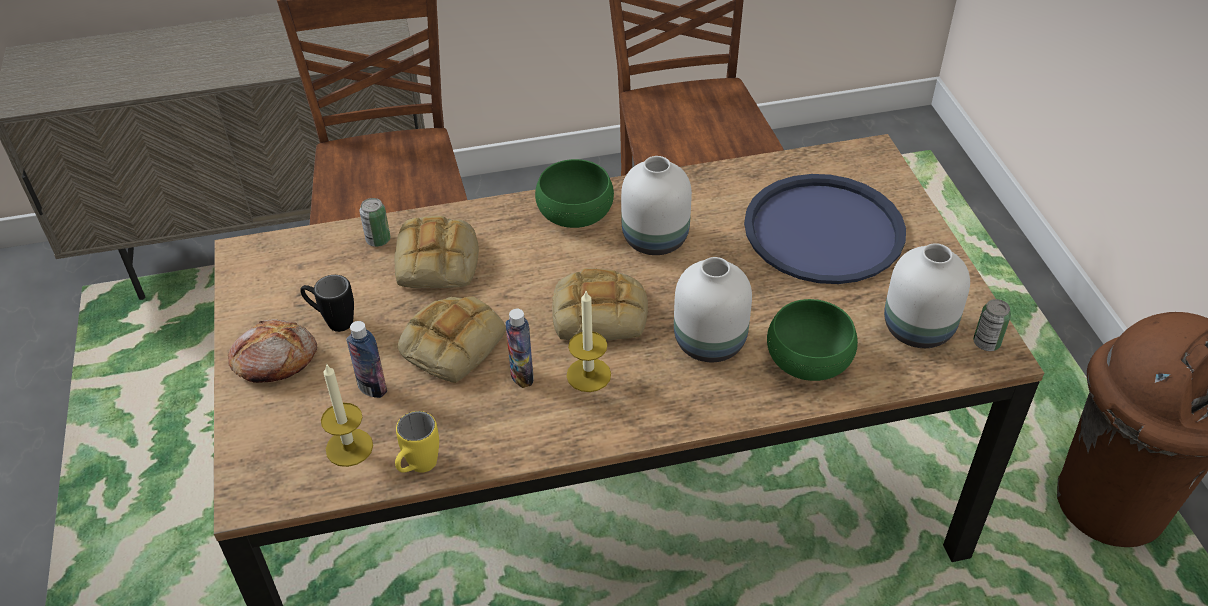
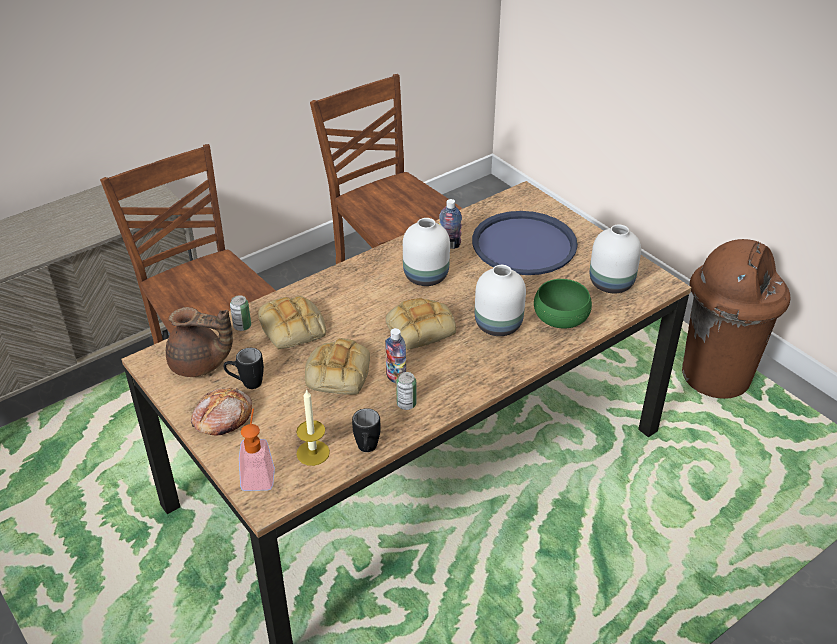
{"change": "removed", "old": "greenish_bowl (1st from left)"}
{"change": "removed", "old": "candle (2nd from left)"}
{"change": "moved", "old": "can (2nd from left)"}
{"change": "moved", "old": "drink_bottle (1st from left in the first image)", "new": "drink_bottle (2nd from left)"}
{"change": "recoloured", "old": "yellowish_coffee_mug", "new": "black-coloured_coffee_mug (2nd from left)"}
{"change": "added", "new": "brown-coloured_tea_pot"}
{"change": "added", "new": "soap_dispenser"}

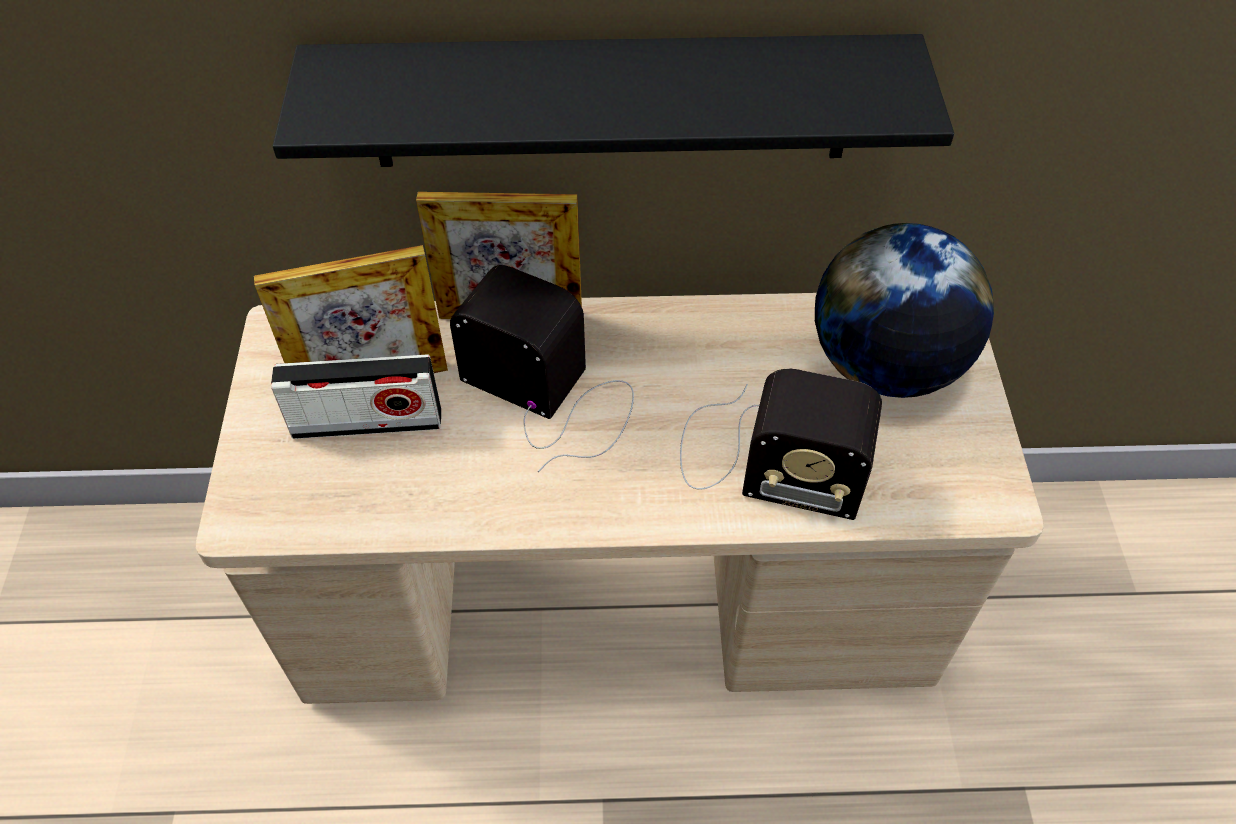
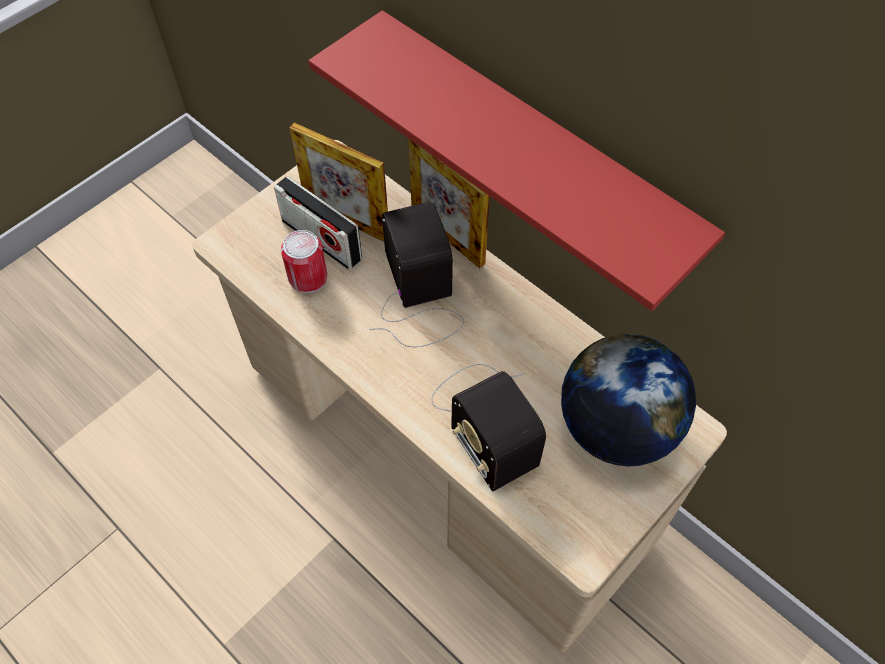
{"change": "recoloured", "old": "black-coloured_wall_shelf", "new": "red-coloured_wall_shelf"}
{"change": "added", "new": "can"}

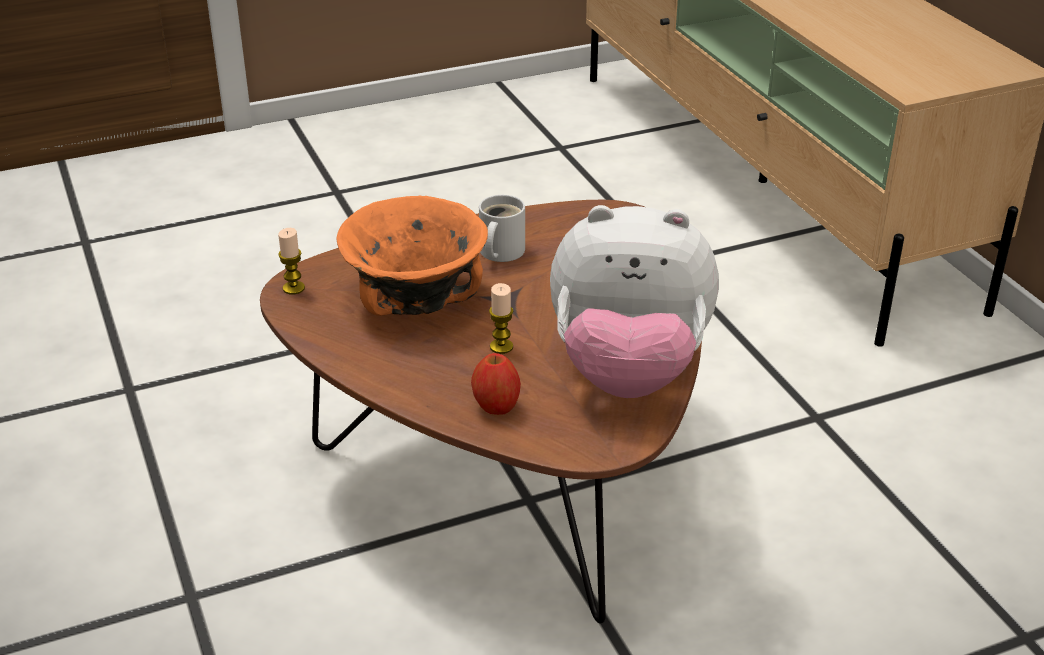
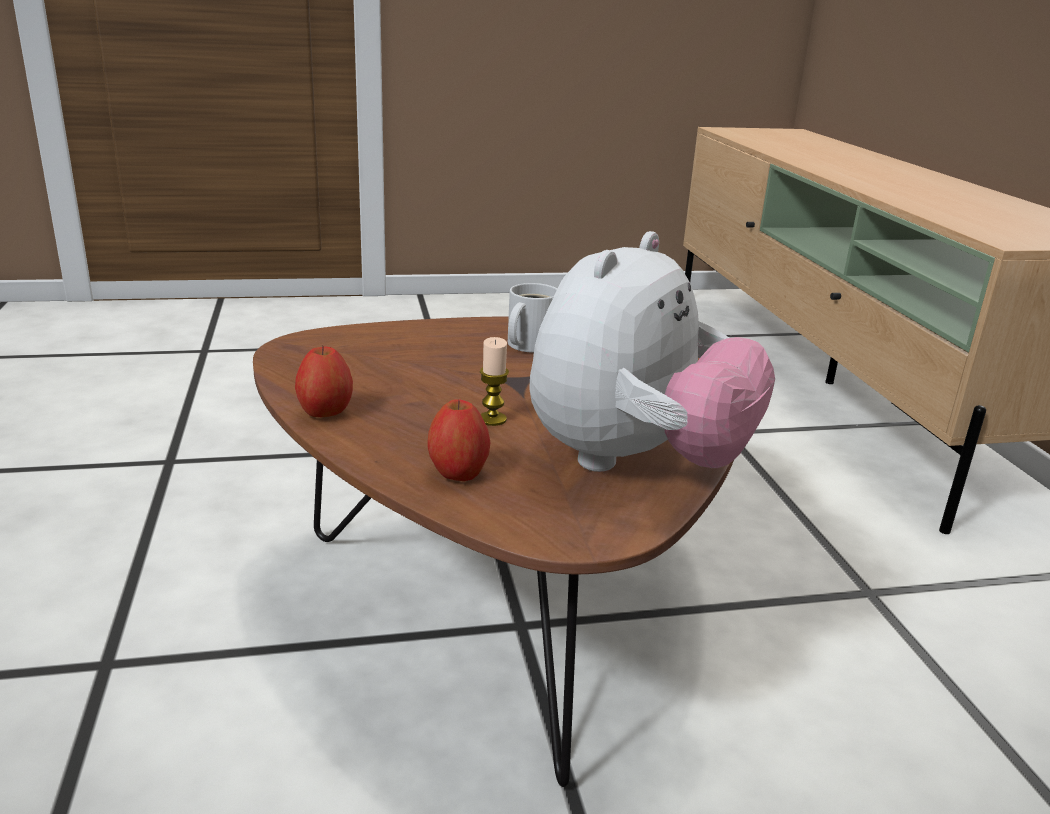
{"change": "removed", "old": "orange-coloured_bowl"}
{"change": "turned", "old": "plush_toy", "degrees": -75}
{"change": "removed", "old": "candle (1st from left)"}
{"change": "added", "new": "apple (1st from left)"}

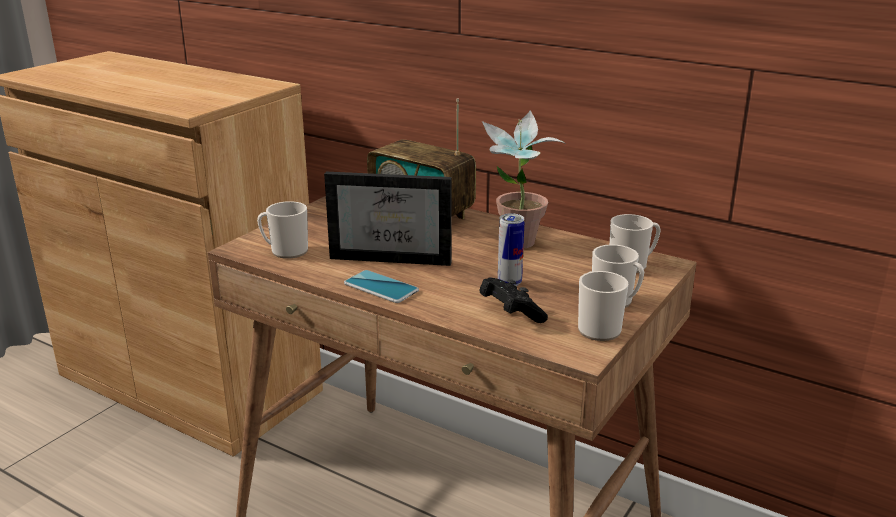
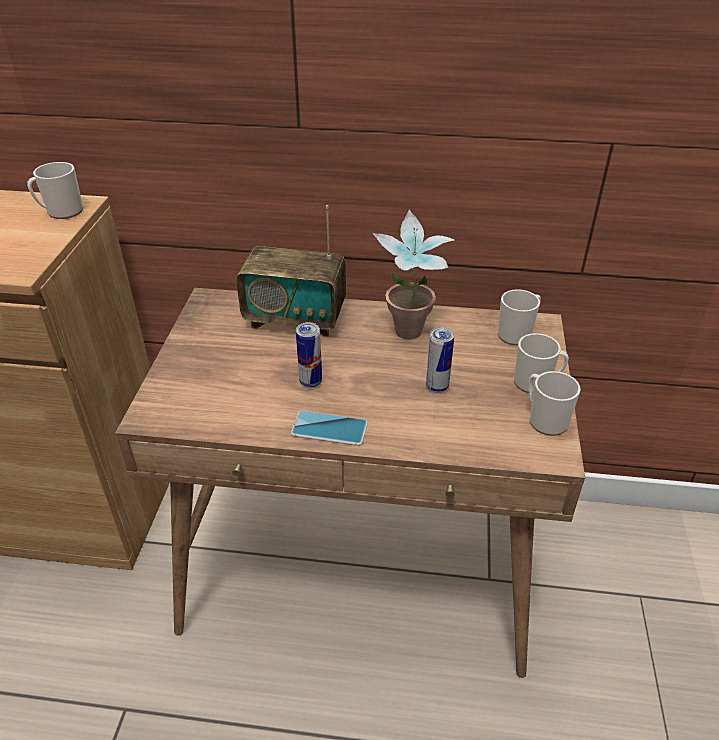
{"change": "replaced", "old": "picture_frame", "new": "can (1st from left)"}
{"change": "moved", "old": "coffee_mug (1st from left)"}
{"change": "removed", "old": "black-coloured_joypad"}

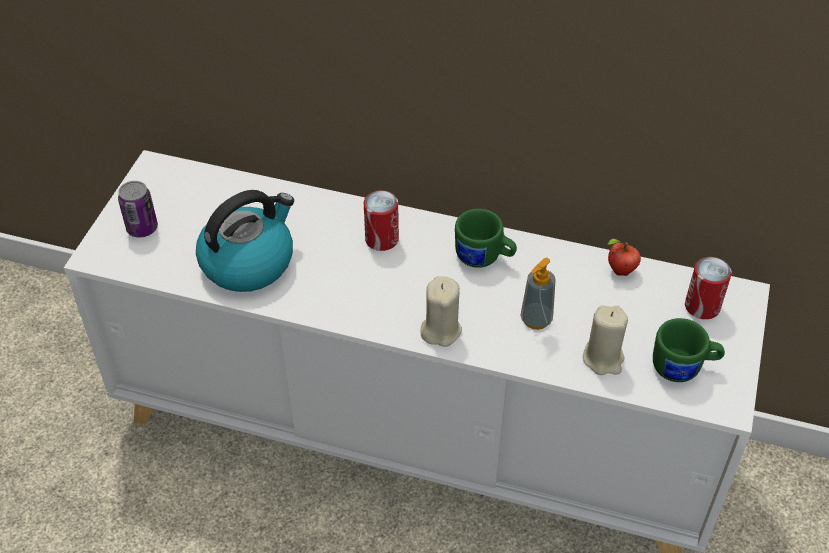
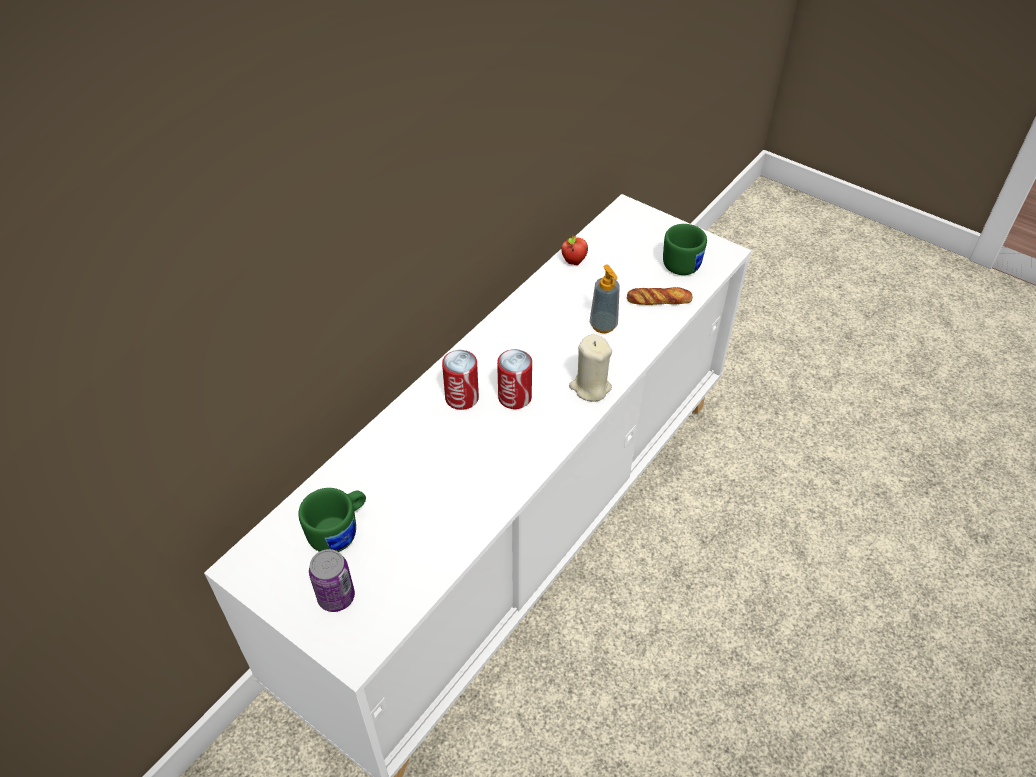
{"change": "removed", "old": "kettle"}
{"change": "moved", "old": "greenish_coffee_mug (1st from left)"}
{"change": "moved", "old": "can (3rd from left)"}
{"change": "replaced", "old": "beige_candle (2nd from left)", "new": "bread"}

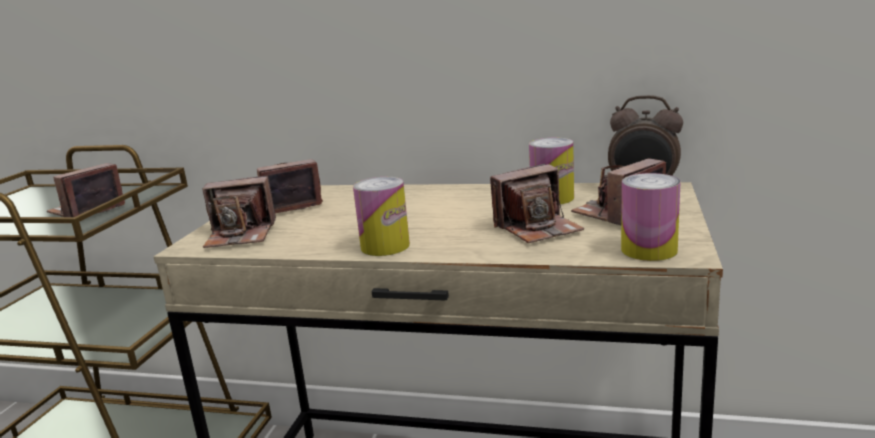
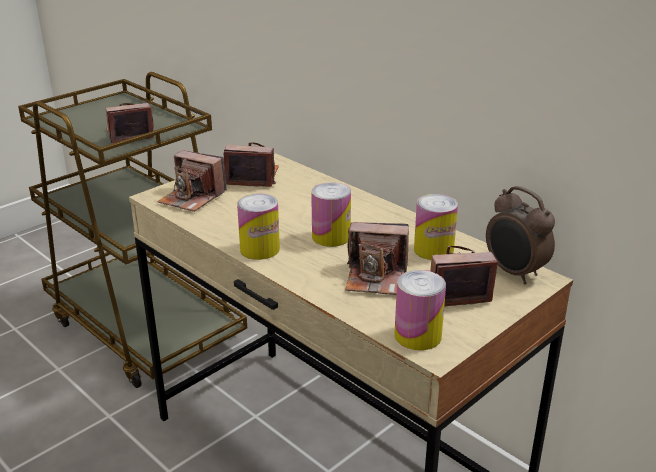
{"change": "added", "new": "can (2nd from left)"}

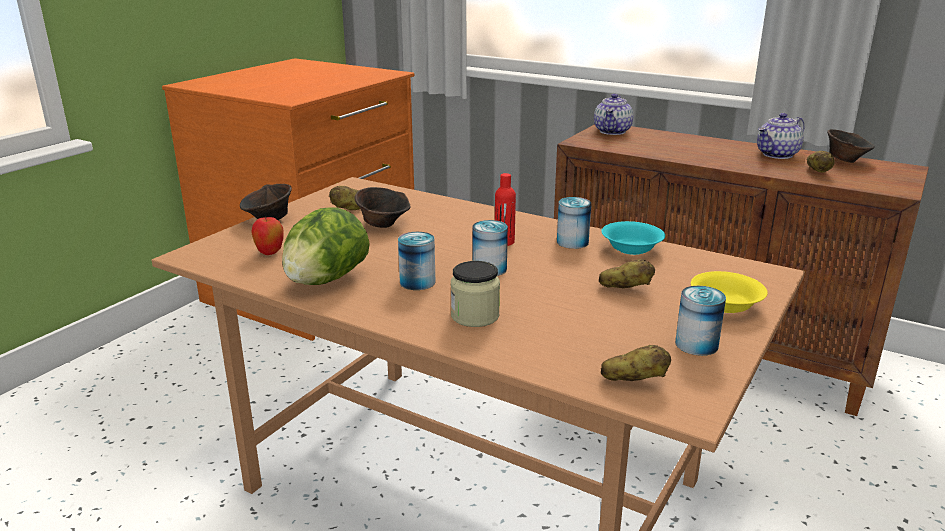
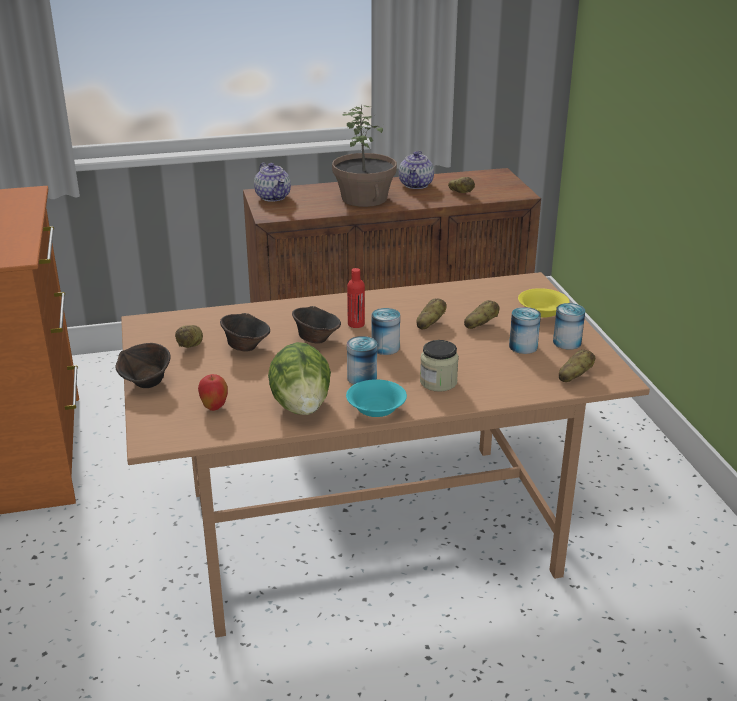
{"change": "moved", "old": "brown-coloured_bowl (3rd from left)"}
{"change": "moved", "old": "can (3rd from left)"}
{"change": "moved", "old": "turquoise_bowl"}
{"change": "added", "new": "houseplant"}
{"change": "added", "new": "spud (2nd from left)"}

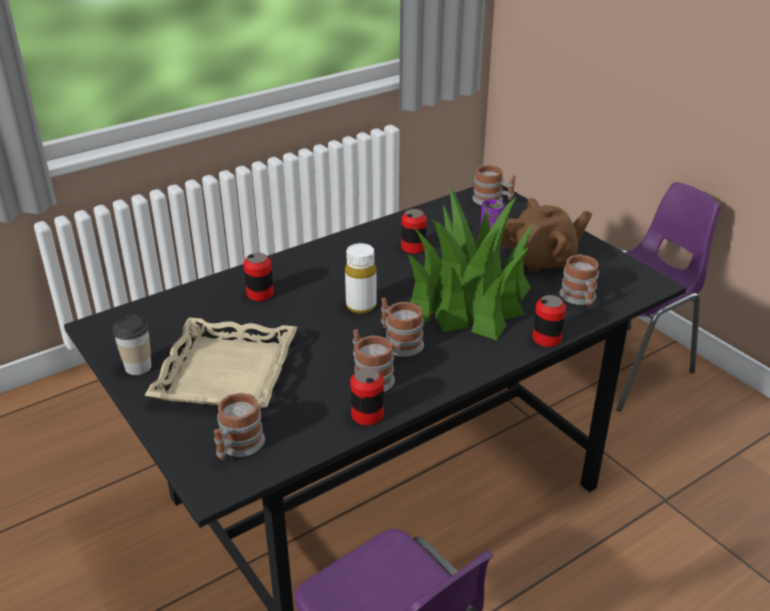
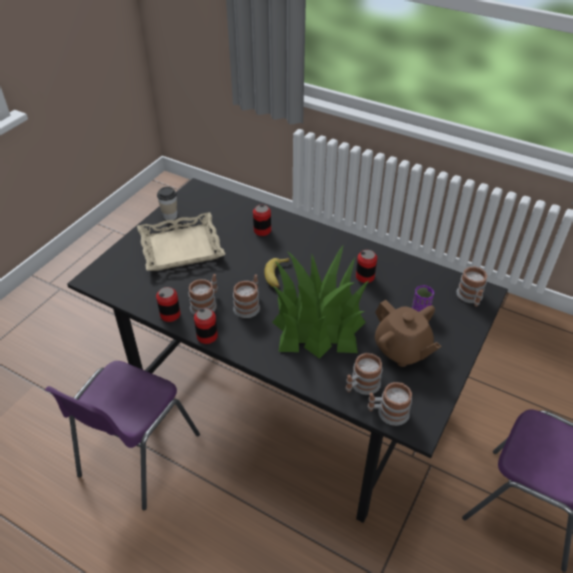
{"change": "replaced", "old": "white-coloured_drink_bottle", "new": "whole_banana"}
{"change": "moved", "old": "can (4th from left in the first image)", "new": "can (2nd from left)"}
{"change": "moved", "old": "coffee_mug (1st from left in the first image)", "new": "coffee_mug (4th from left)"}

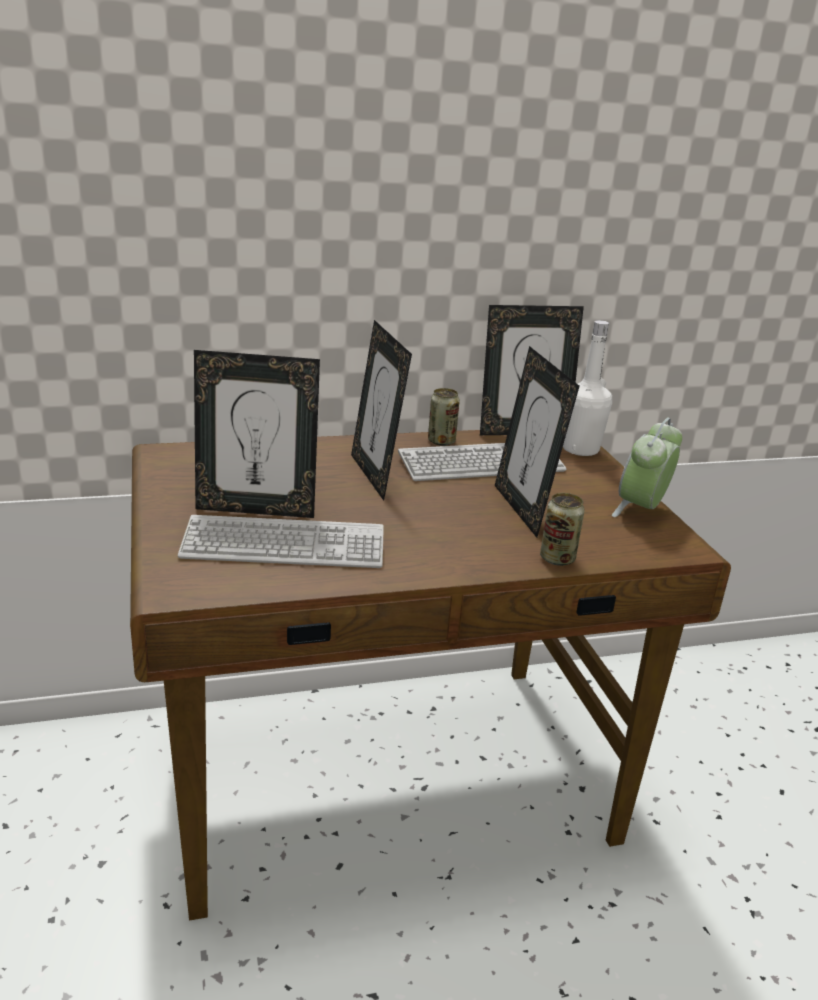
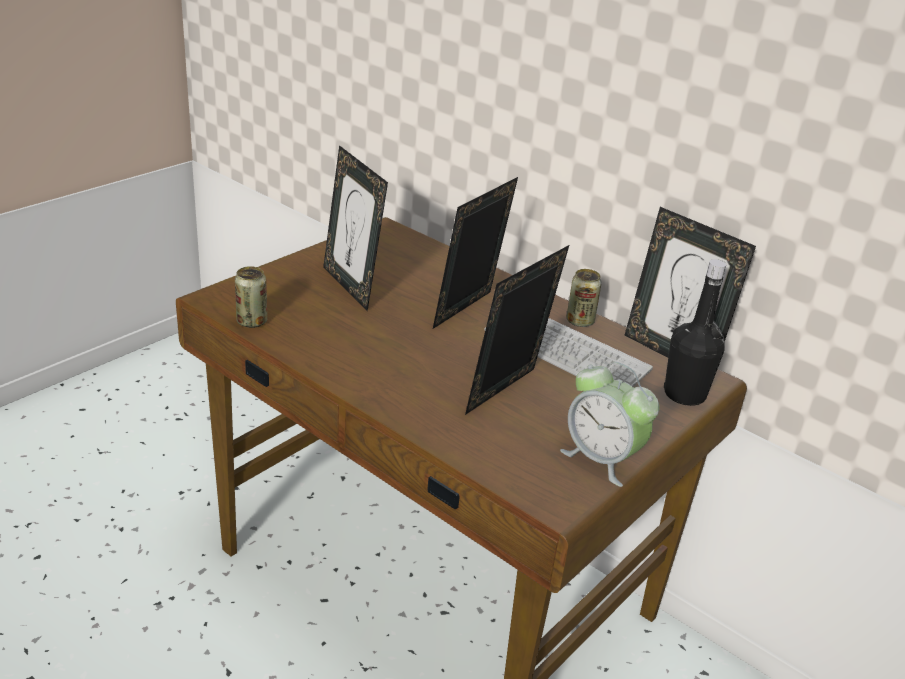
{"change": "recoloured", "old": "white-coloured_drink_bottle", "new": "black-coloured_drink_bottle"}
{"change": "turned", "old": "alarm_clock", "degrees": -135}
{"change": "moved", "old": "can (2nd from left in the first image)", "new": "can (1st from left)"}
{"change": "removed", "old": "computer_keyboard (1st from left)"}

